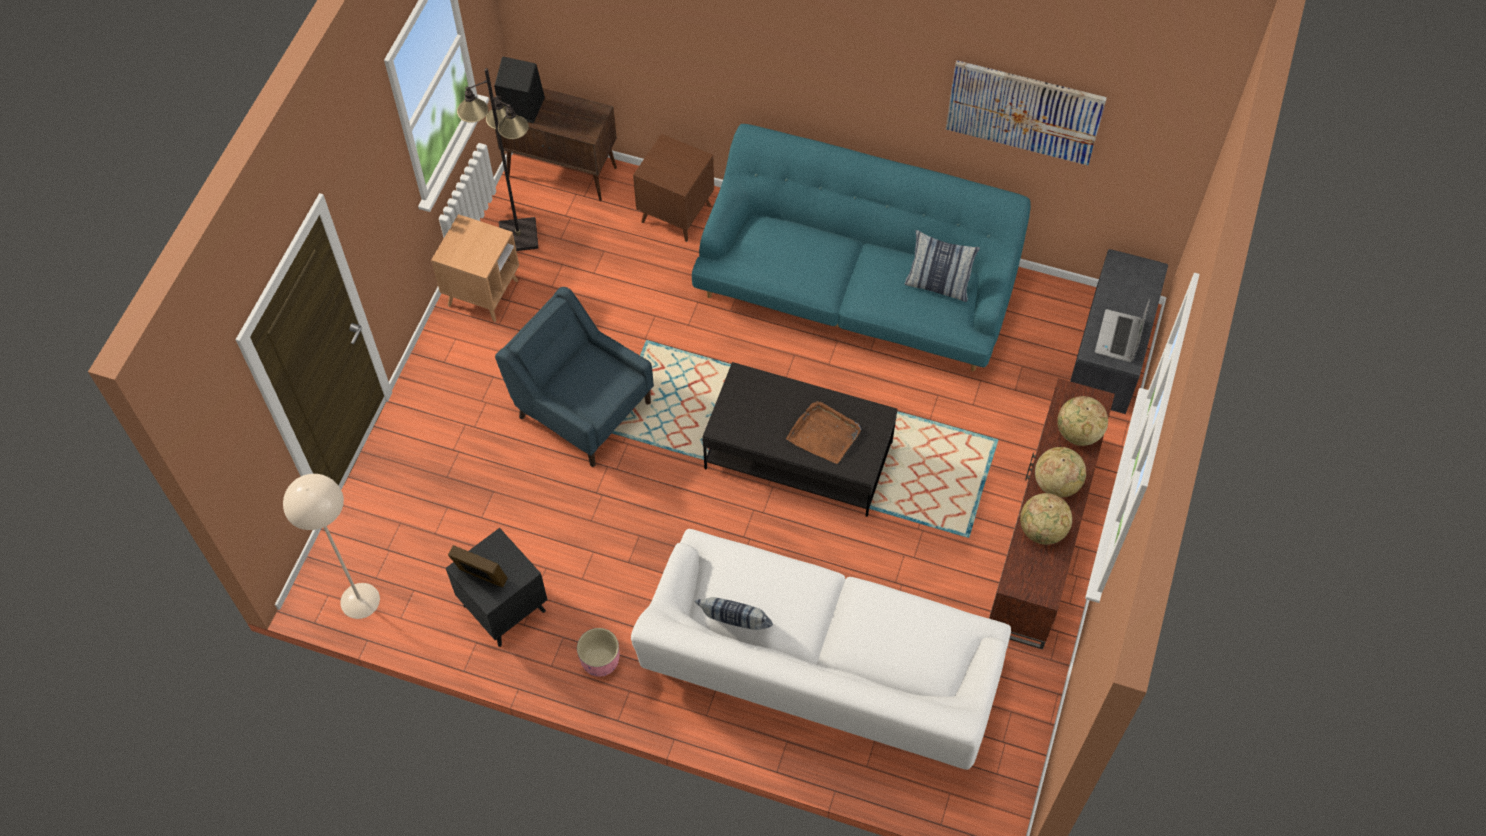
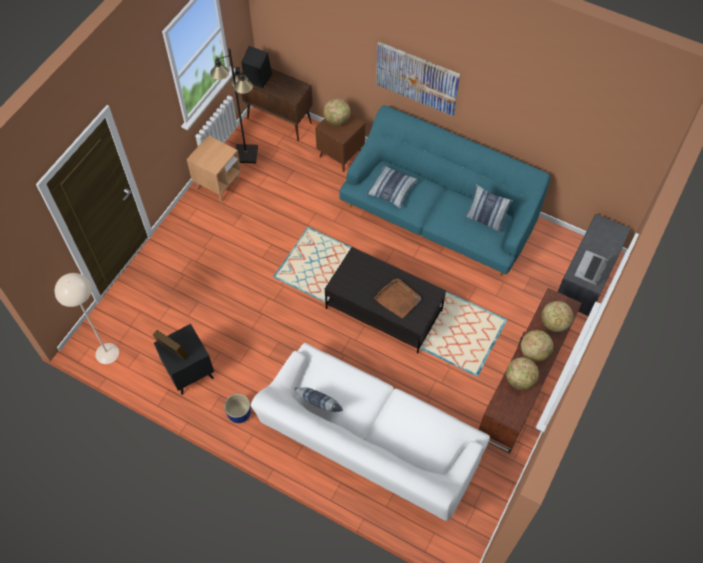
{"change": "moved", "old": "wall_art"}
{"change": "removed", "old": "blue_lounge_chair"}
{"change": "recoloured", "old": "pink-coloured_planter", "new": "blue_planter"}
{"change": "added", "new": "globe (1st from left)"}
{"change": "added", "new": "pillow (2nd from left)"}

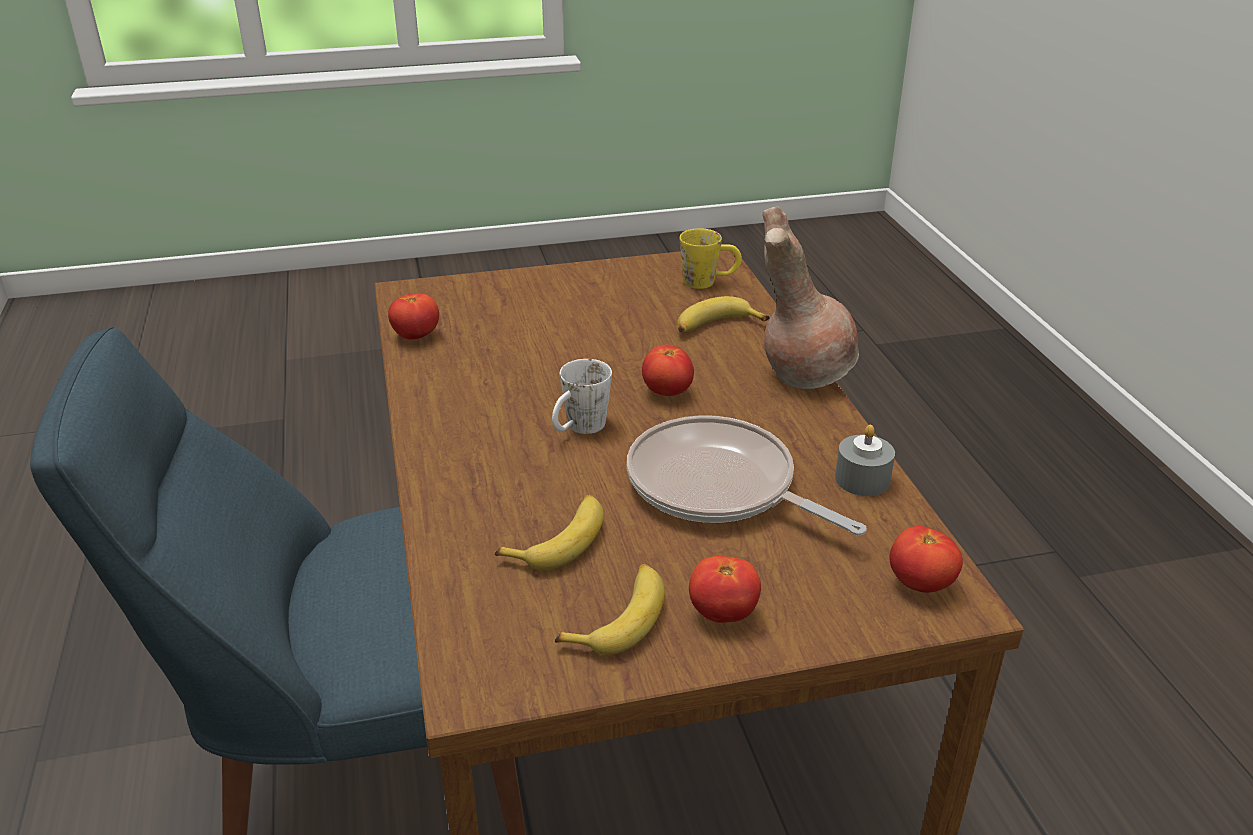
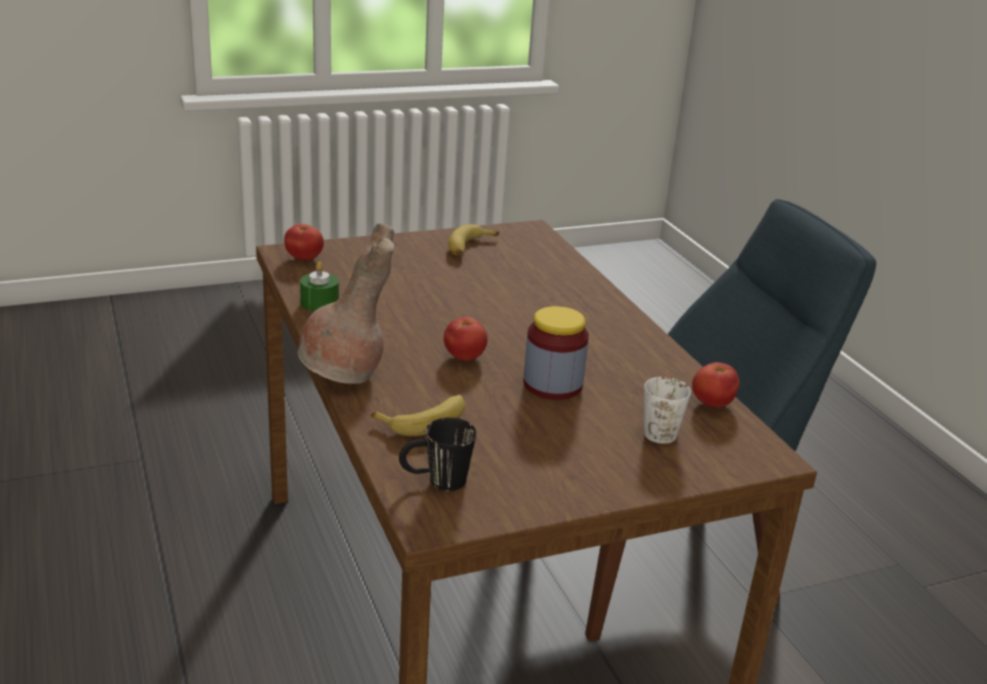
{"change": "recoloured", "old": "yellowish_coffee_mug", "new": "black-coloured_coffee_mug"}
{"change": "moved", "old": "white-coloured_coffee_mug"}
{"change": "removed", "old": "frying_pan"}
{"change": "recoloured", "old": "greyish_candle", "new": "greenish_candle"}
{"change": "removed", "old": "whole_banana (1st from left)"}
{"change": "removed", "old": "tomato (3rd from left)"}
{"change": "added", "new": "storage_jar"}

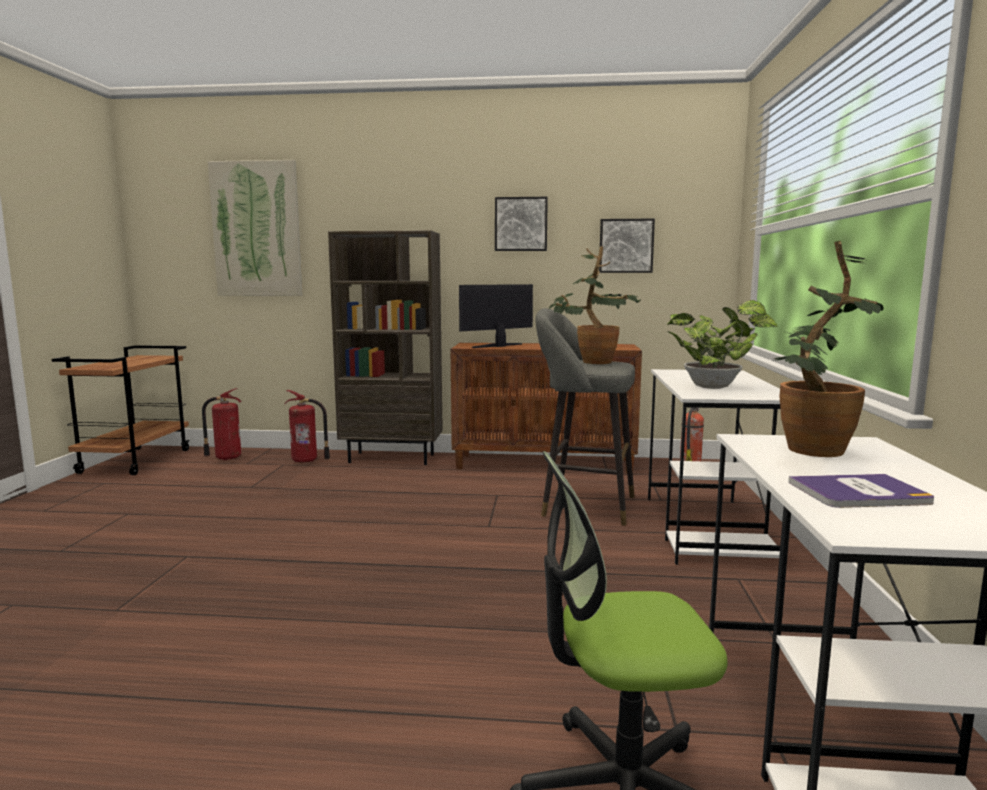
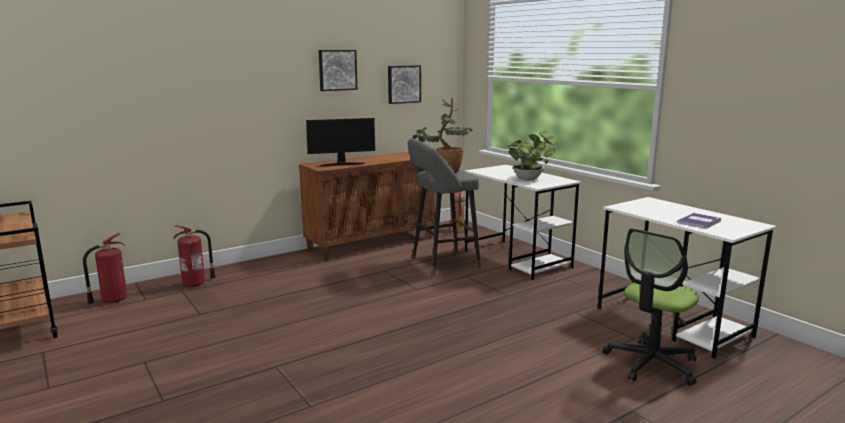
{"change": "removed", "old": "wall_art (1st from left)"}
{"change": "removed", "old": "brown-coloured_shelving_unit"}
{"change": "removed", "old": "houseplant (3rd from left)"}
{"change": "turned", "old": "computer_screen", "degrees": -120}

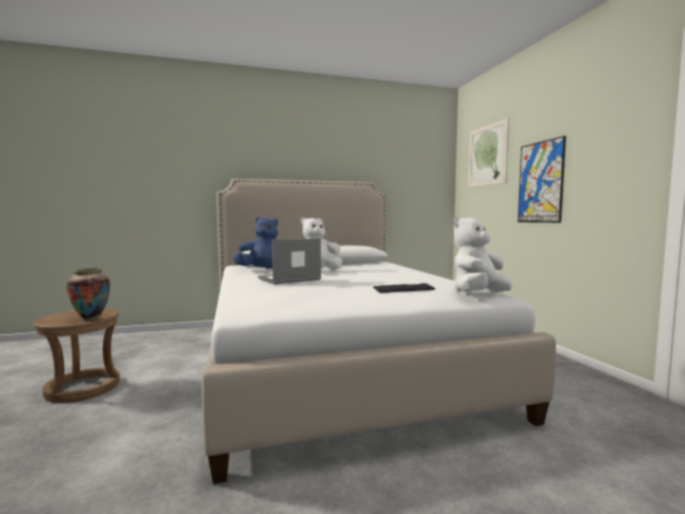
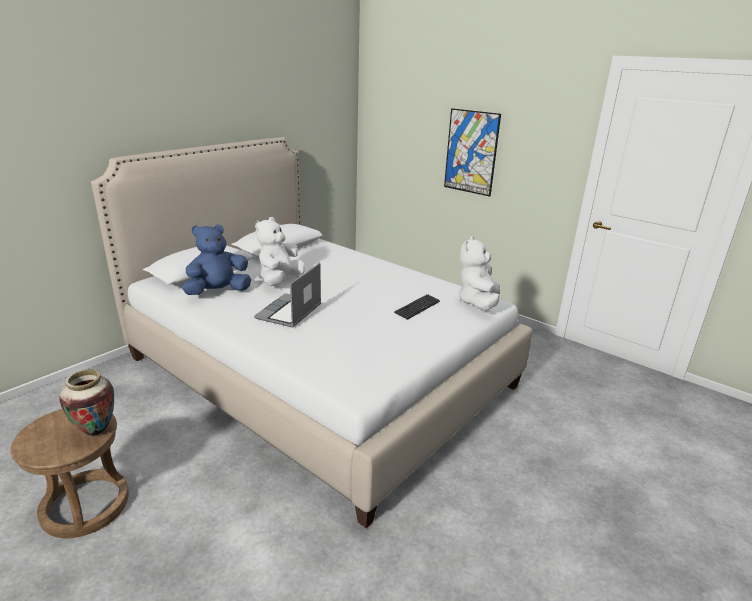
{"change": "removed", "old": "wall_art (1st from left)"}

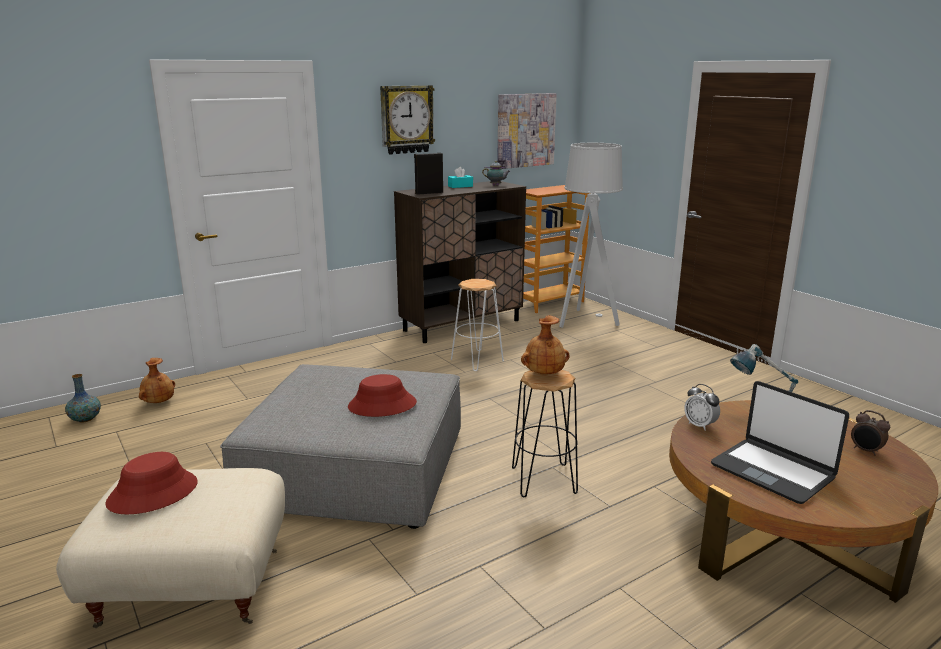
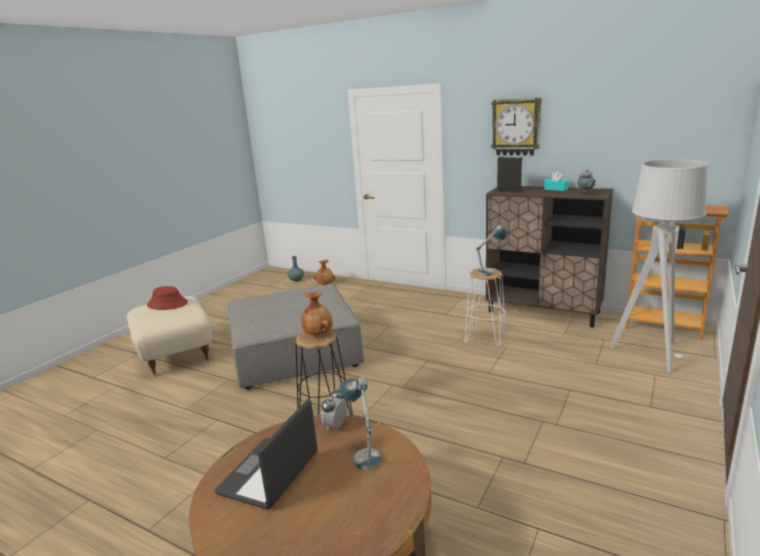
{"change": "removed", "old": "wall_art"}
{"change": "removed", "old": "red-coloured_wearable_hat (2nd from left)"}
{"change": "removed", "old": "alarm_clock (2nd from left)"}
{"change": "added", "new": "lamp_for_a_table (2nd from left)"}

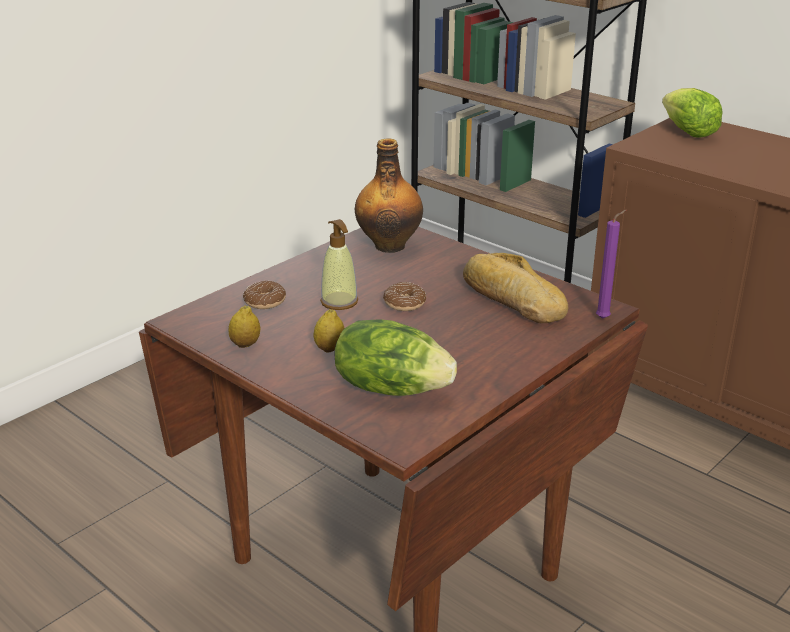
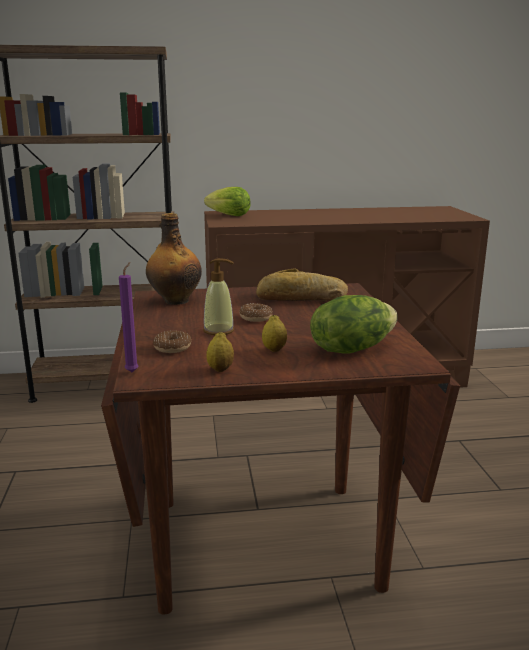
{"change": "moved", "old": "purplish_candle"}

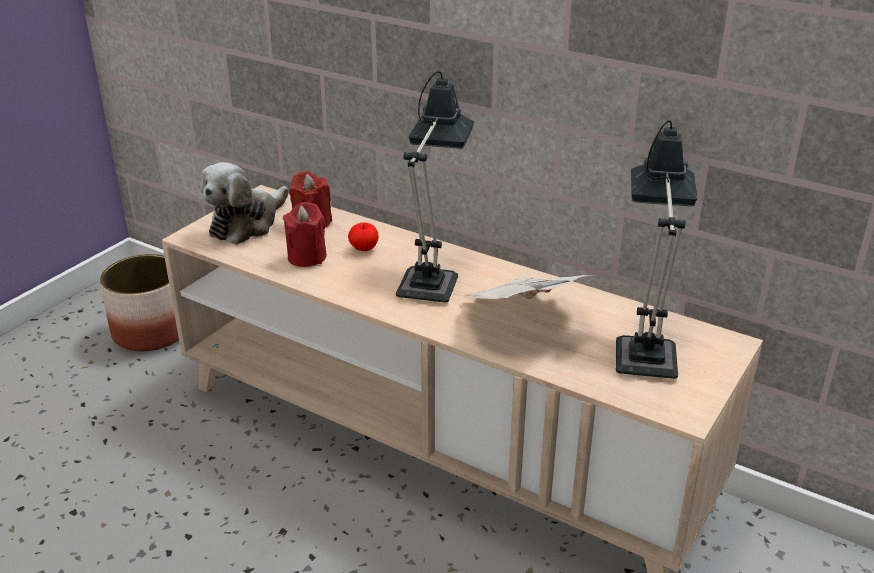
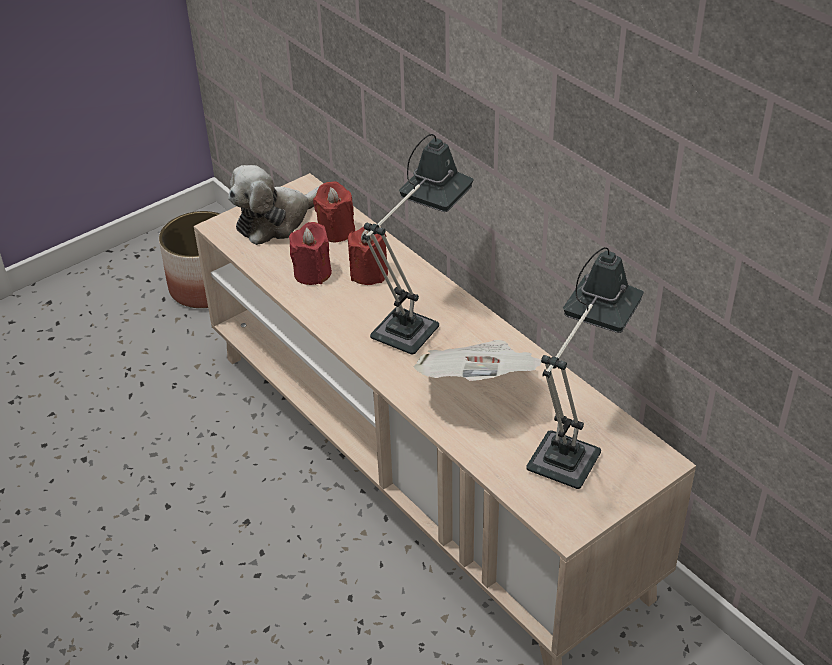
{"change": "replaced", "old": "apple", "new": "red-coloured_candle (3rd from left)"}

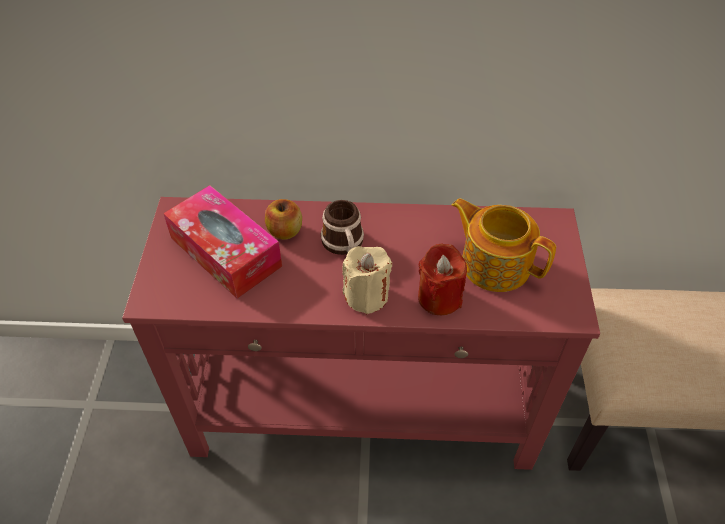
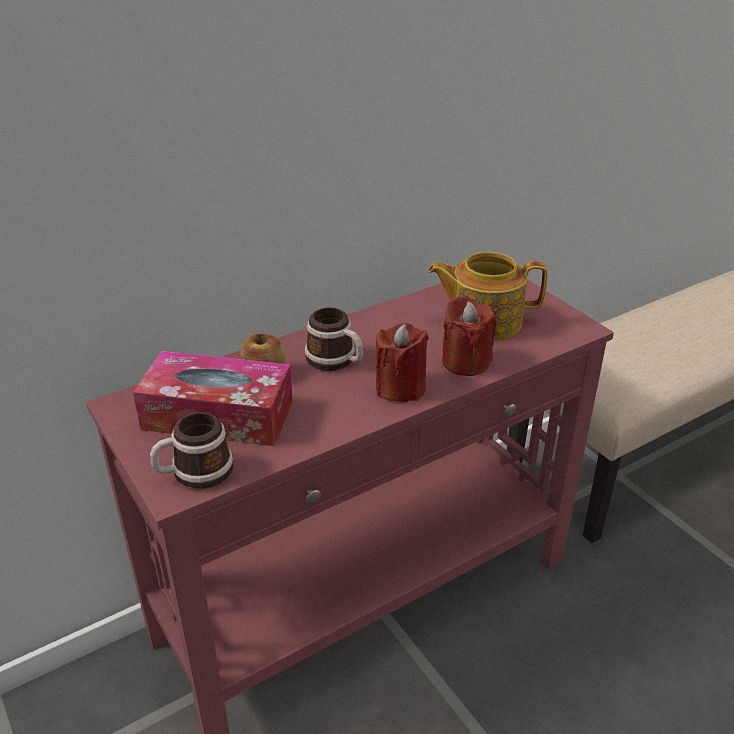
{"change": "recoloured", "old": "beige_candle", "new": "red-coloured_candle (1st from left)"}
{"change": "added", "new": "coffee_mug (1st from left)"}

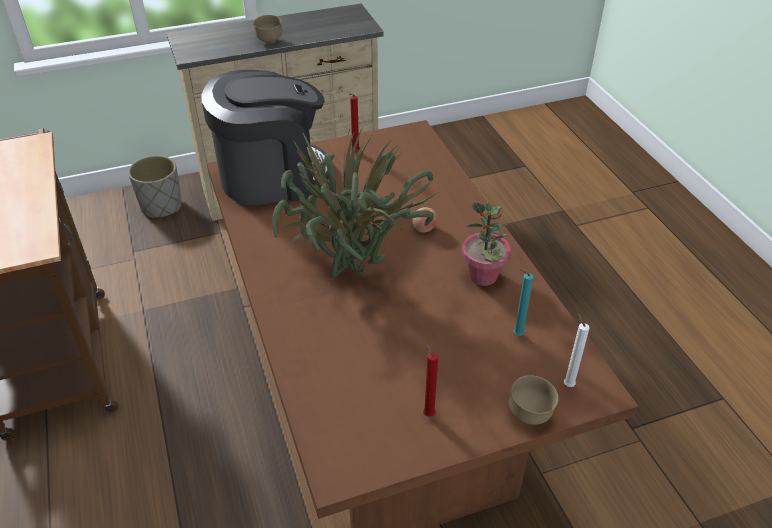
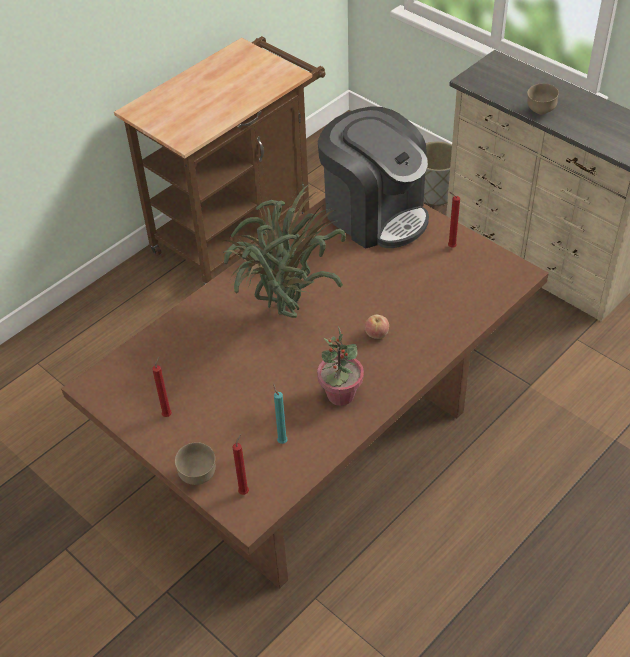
{"change": "recoloured", "old": "white-coloured_candle", "new": "red-coloured_candle (2nd from left)"}

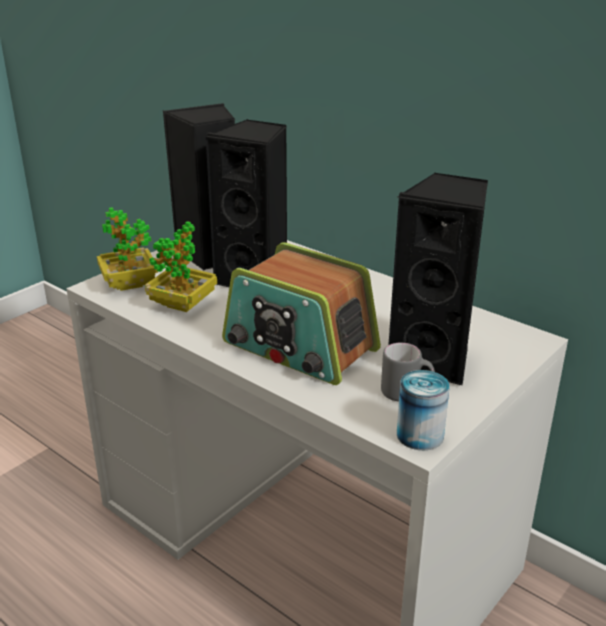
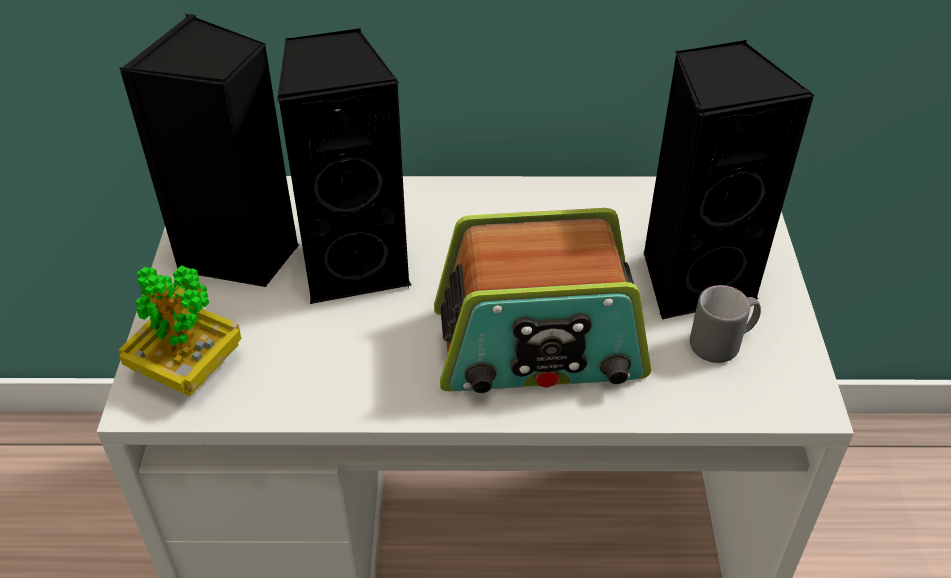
{"change": "removed", "old": "houseplant (2nd from left)"}
{"change": "removed", "old": "can"}

